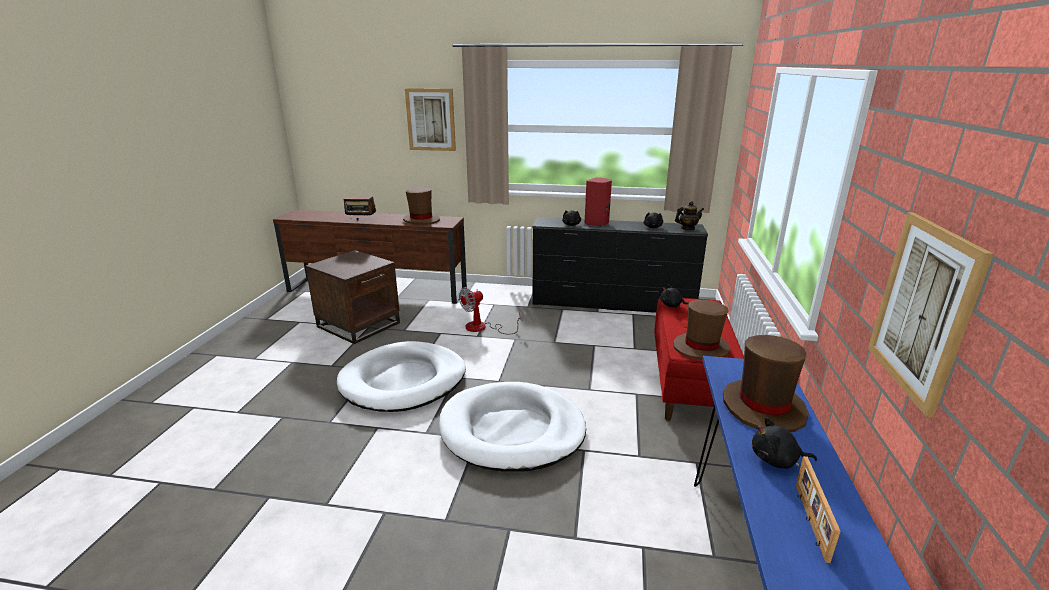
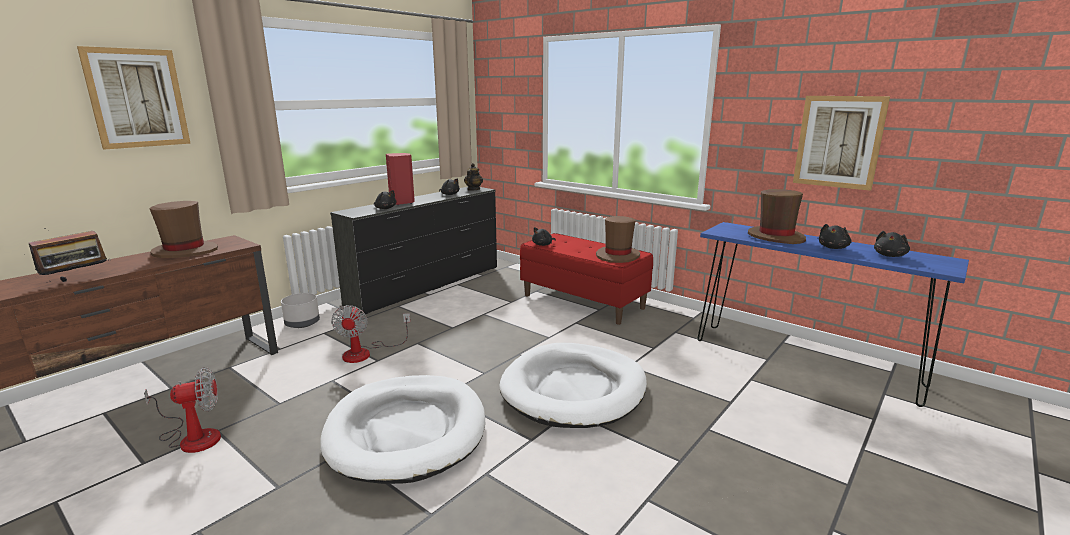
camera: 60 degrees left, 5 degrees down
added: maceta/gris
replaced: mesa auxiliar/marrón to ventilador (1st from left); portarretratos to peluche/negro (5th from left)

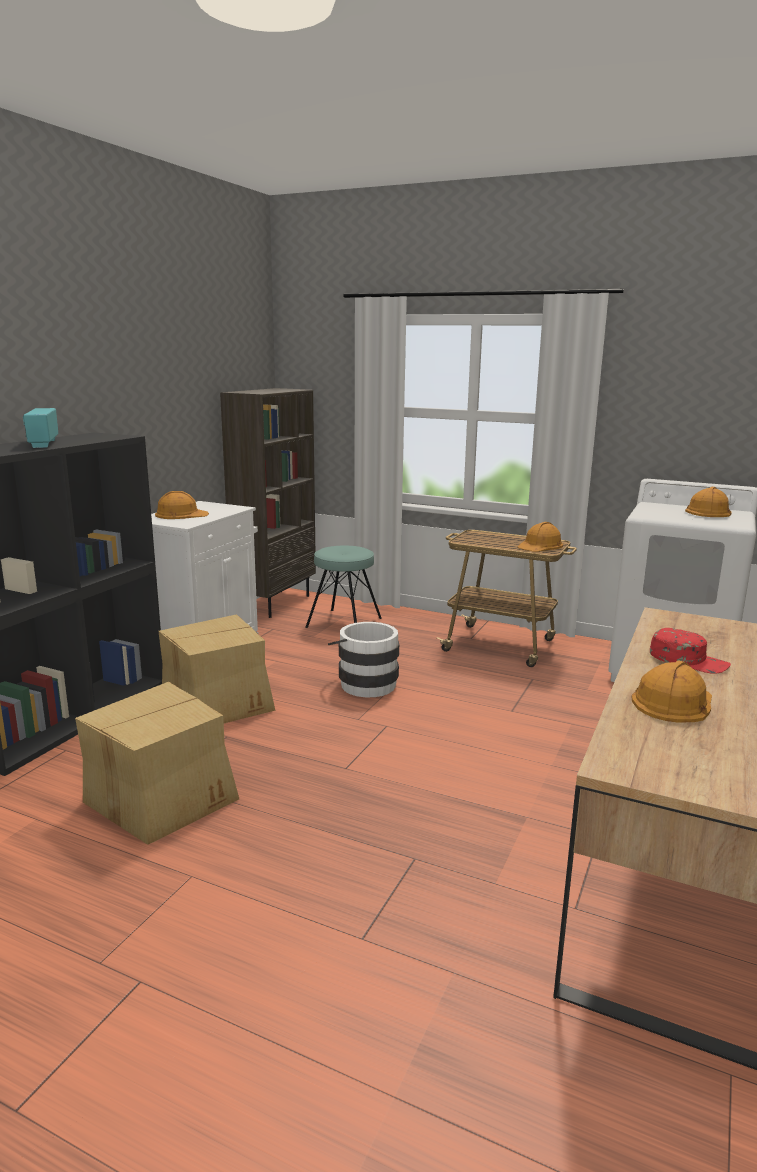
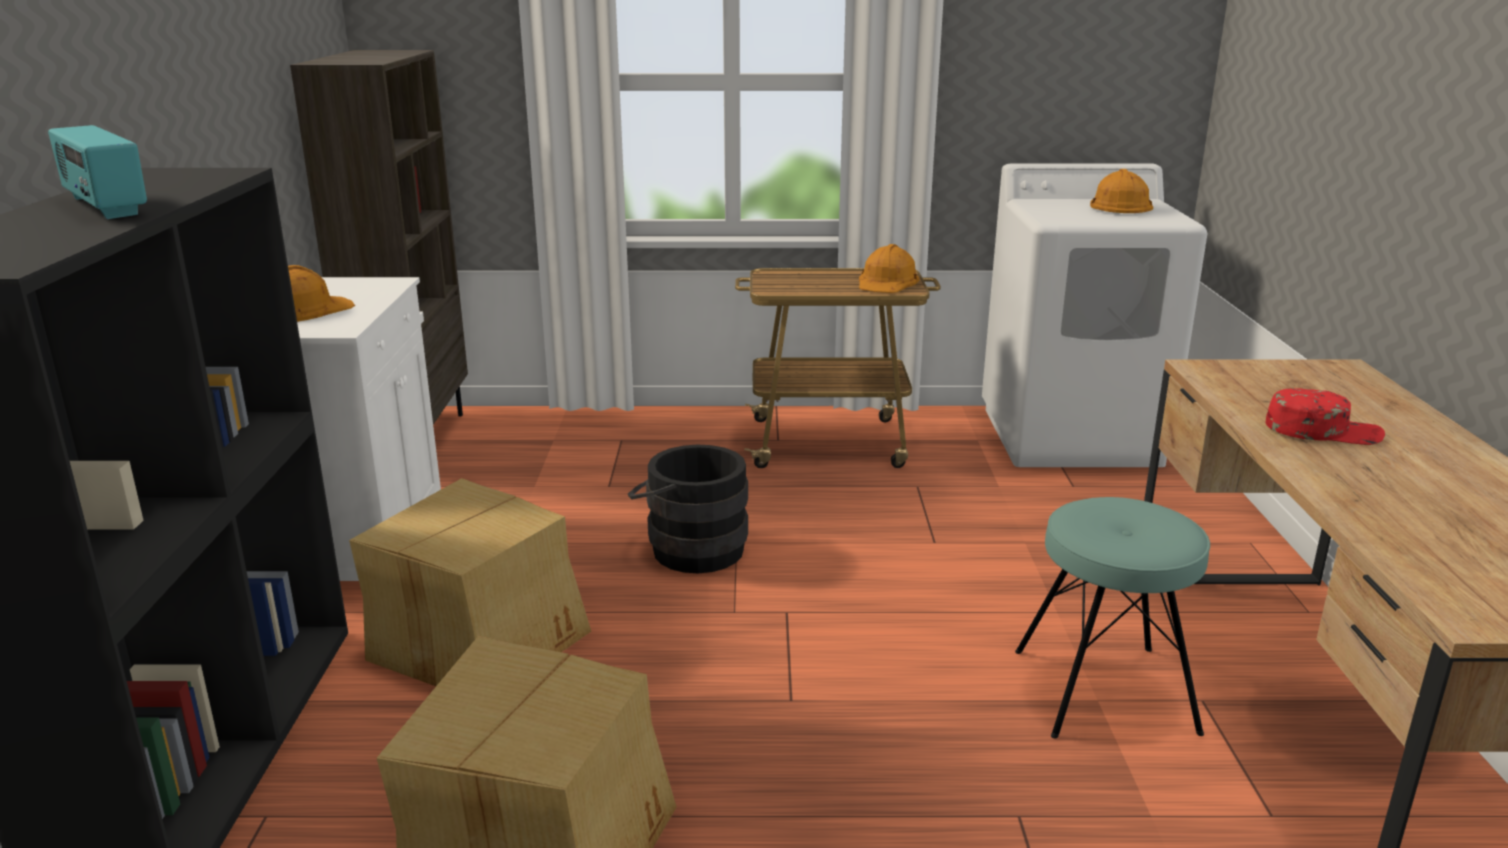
camera: 25 degrees left, 5 degrees up
removed: casco/naranja (3rd from left)
moved: taburete/turquesa
recoloured: cubo/blanco to cubo/negro

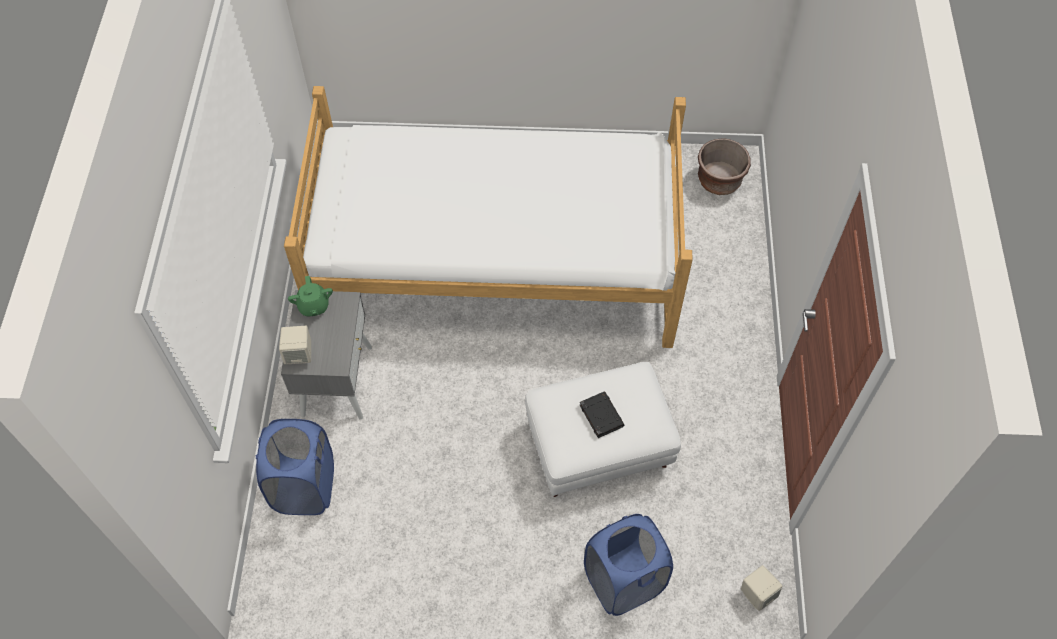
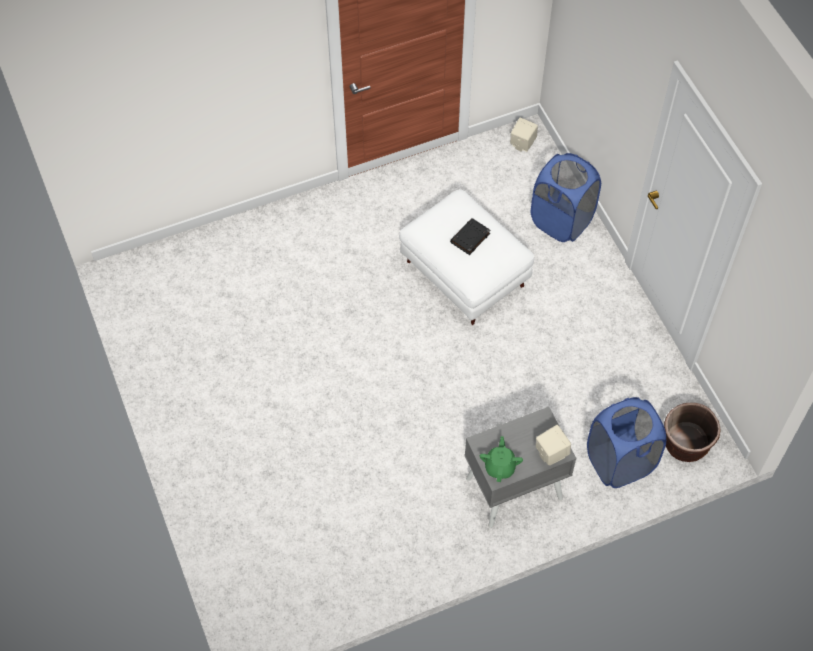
camera: 115 degrees left, 0 degrees up
removed: cama
moved: maceta/marrón
turned: tetera/verde 45 degrees counterclockwise

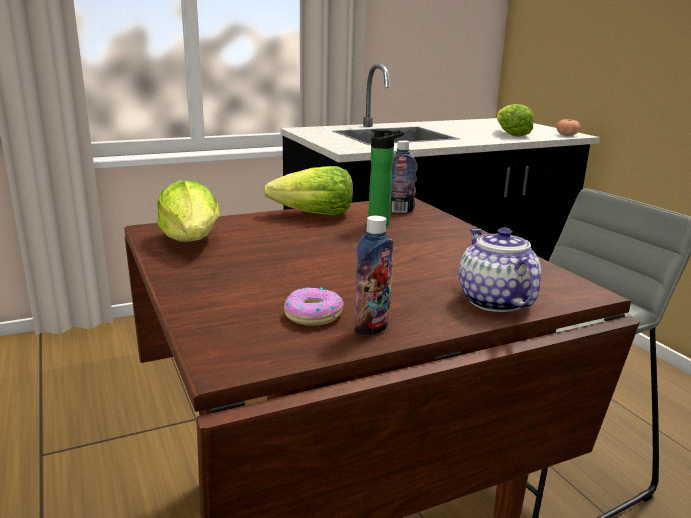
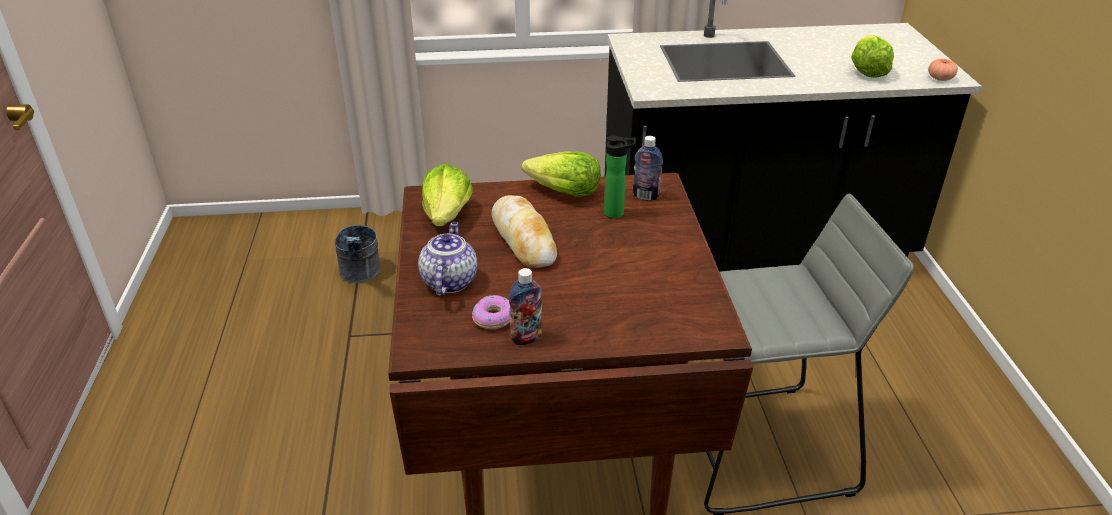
camera: 20 degrees right, 15 degrees up
added: cubo/gris; pan
moved: tetera

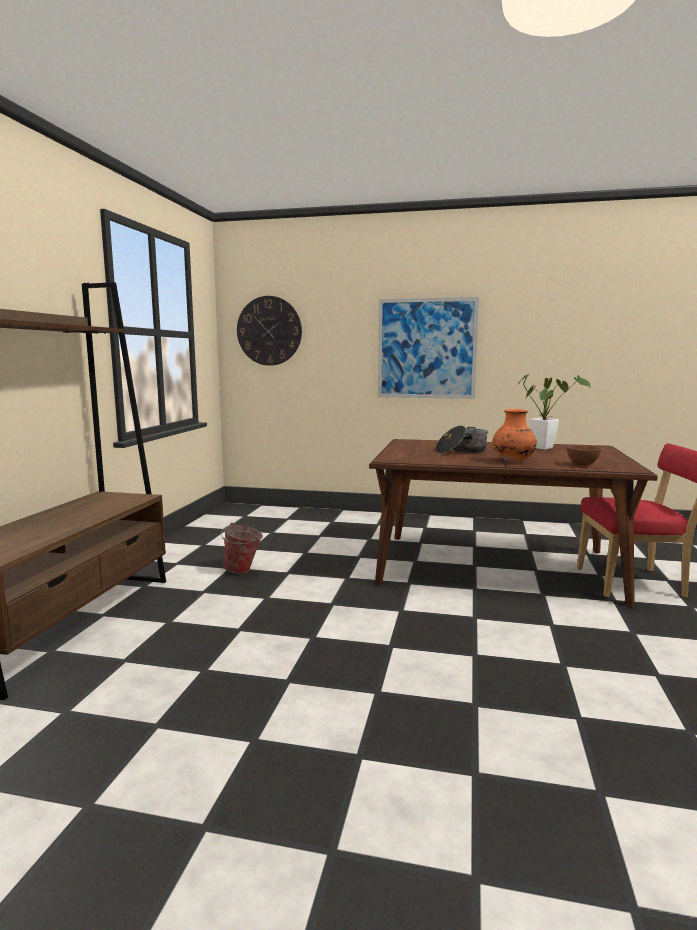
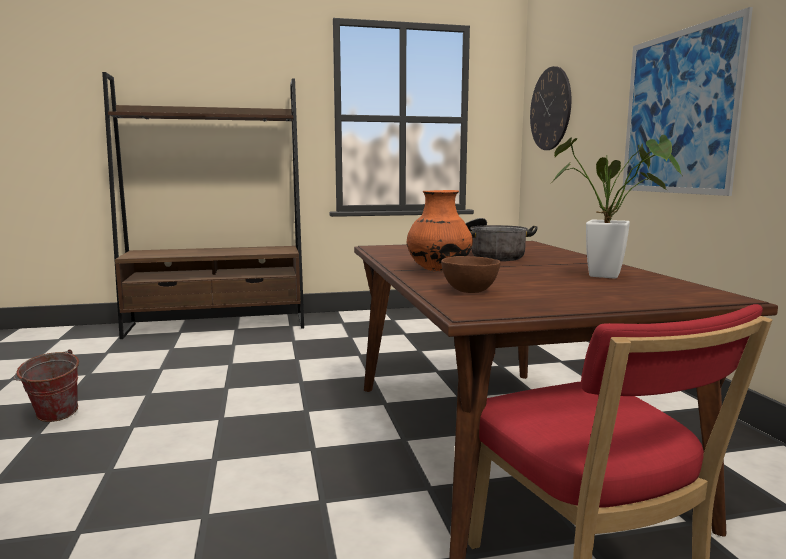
camera: 65 degrees right, 0 degrees up
moved: cubo

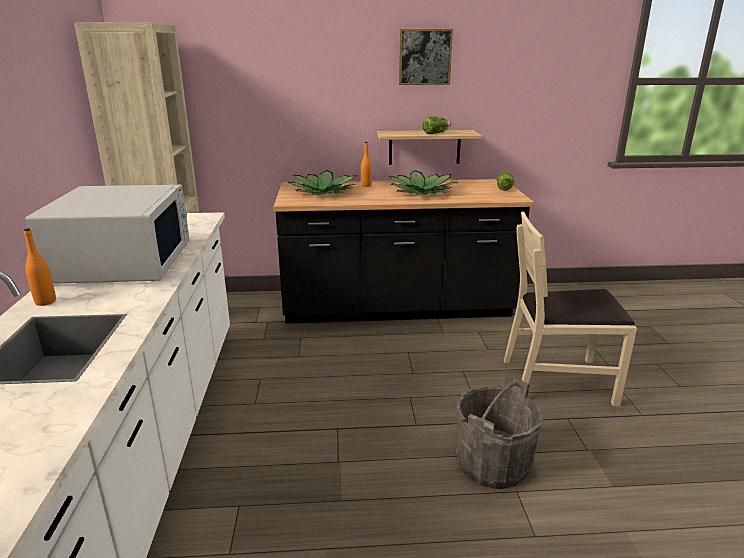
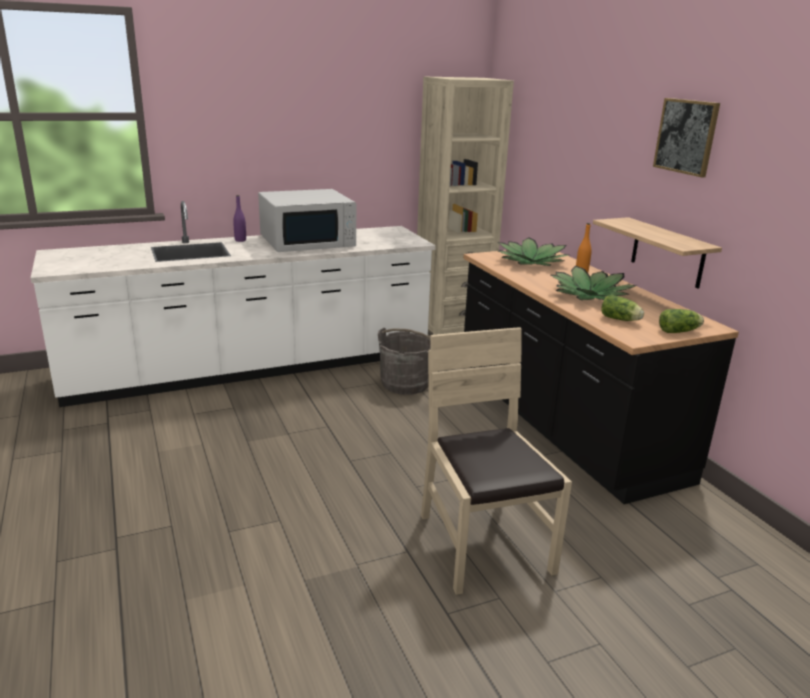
camera: 70 degrees right, 0 degrees up
moved: lechuga (1st from left); cubo/gris
recoloured: botella/naranja (1st from left) to botella/morado

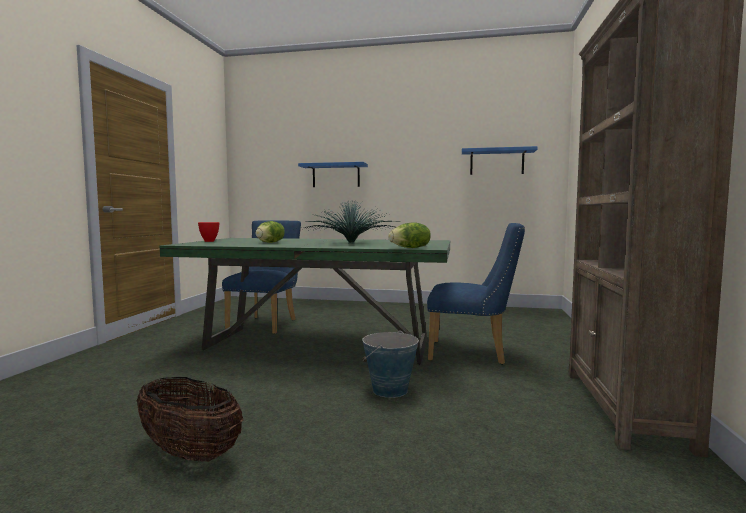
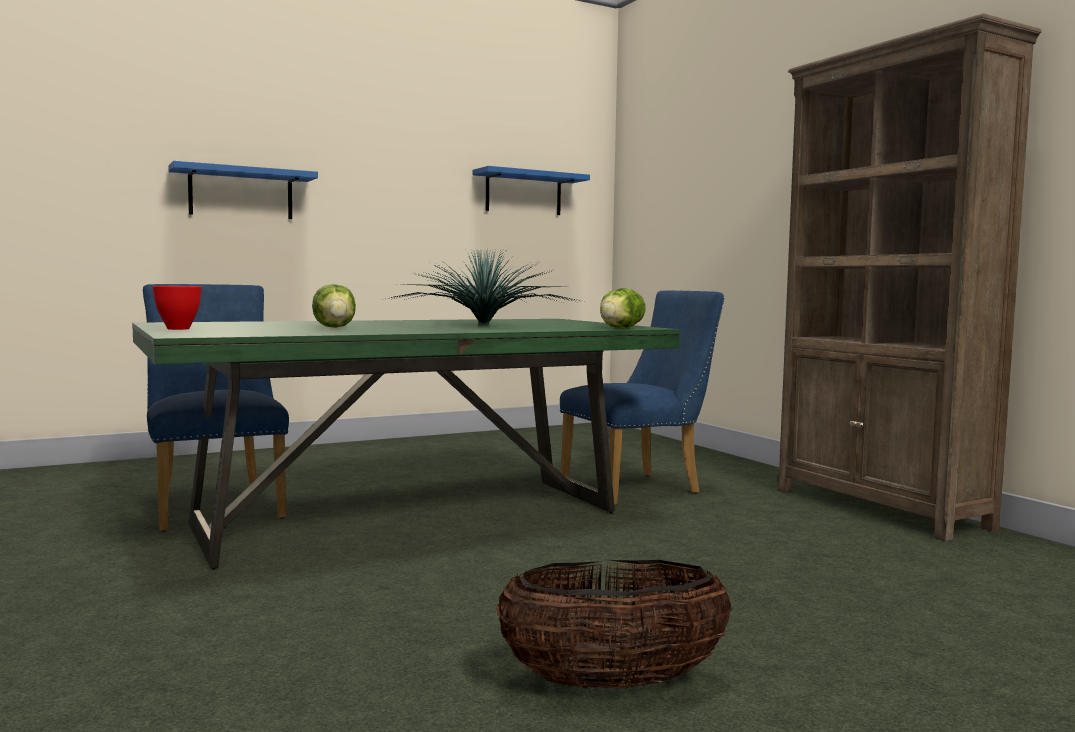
camera: 40 degrees left, 0 degrees up
removed: cubo

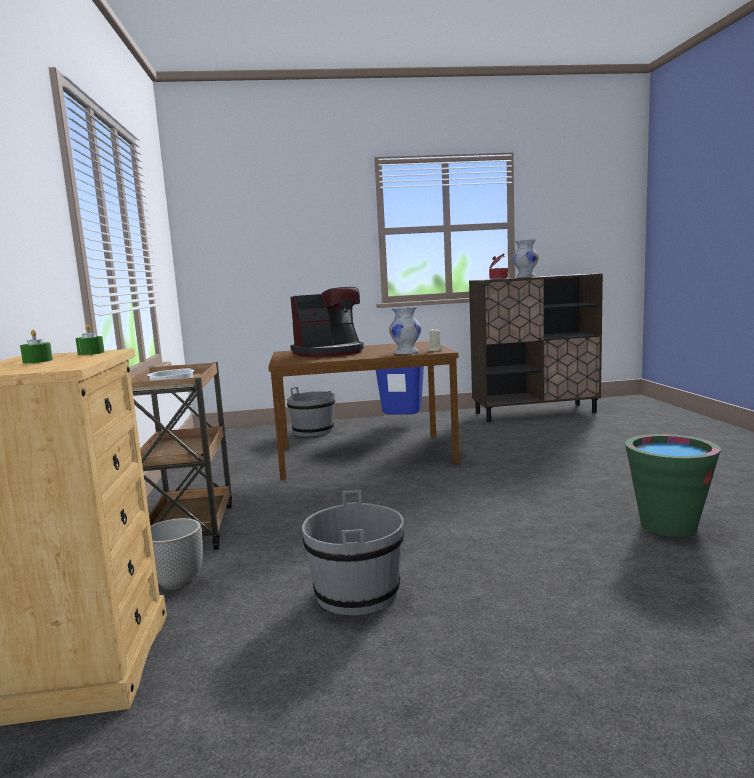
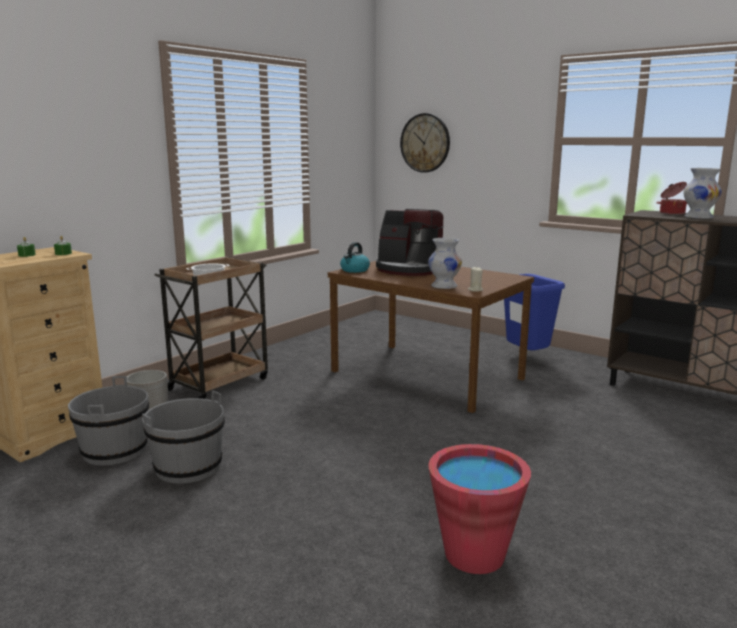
camera: 45 degrees right, 5 degrees up
added: hervidor; reloj de pared
moved: cubo/gris (1st from left)
recoloured: cubo/verde to cubo/rojo

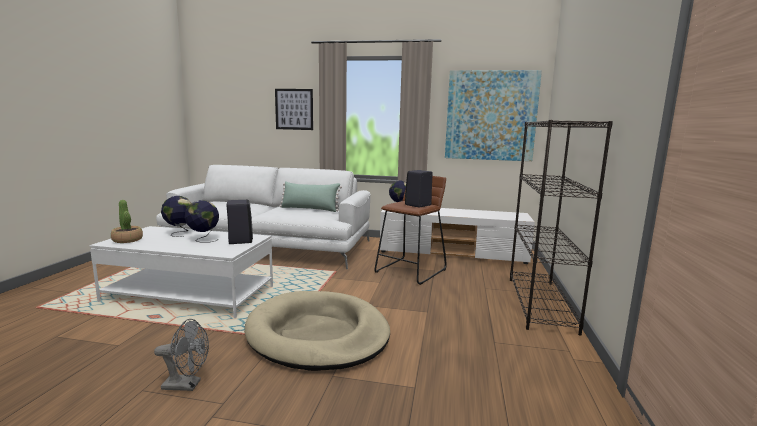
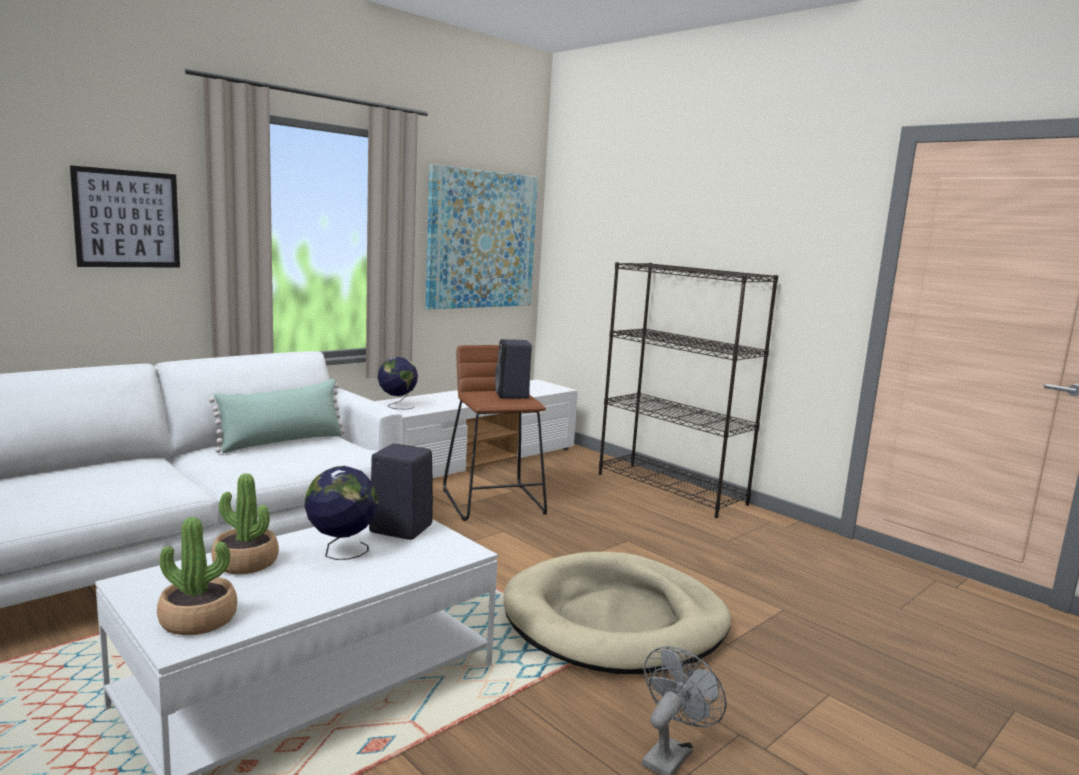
camera: 55 degrees left, 0 degrees up
replaced: globo terráqueo (1st from left) to planta en maceta (2nd from left)

